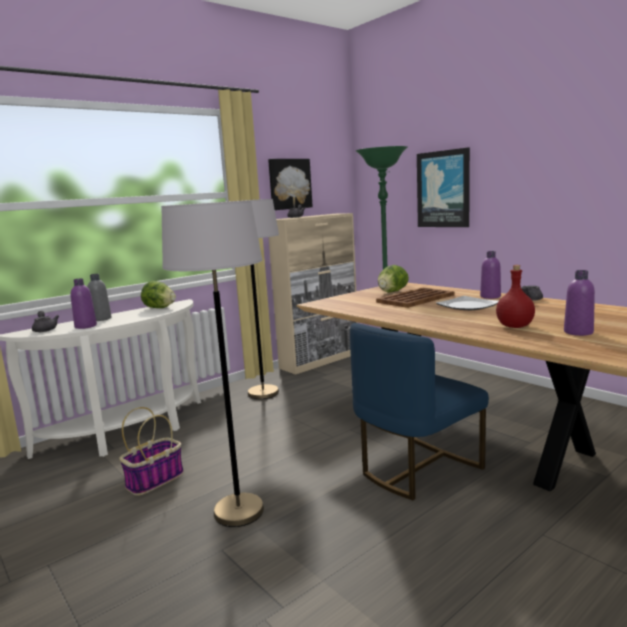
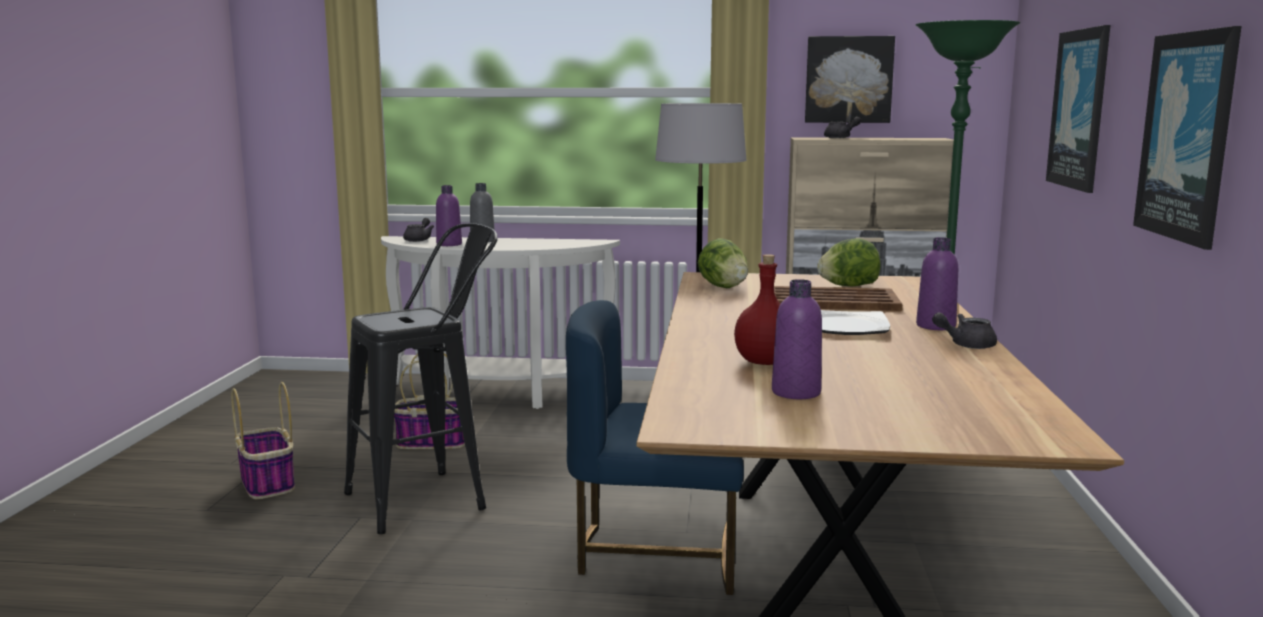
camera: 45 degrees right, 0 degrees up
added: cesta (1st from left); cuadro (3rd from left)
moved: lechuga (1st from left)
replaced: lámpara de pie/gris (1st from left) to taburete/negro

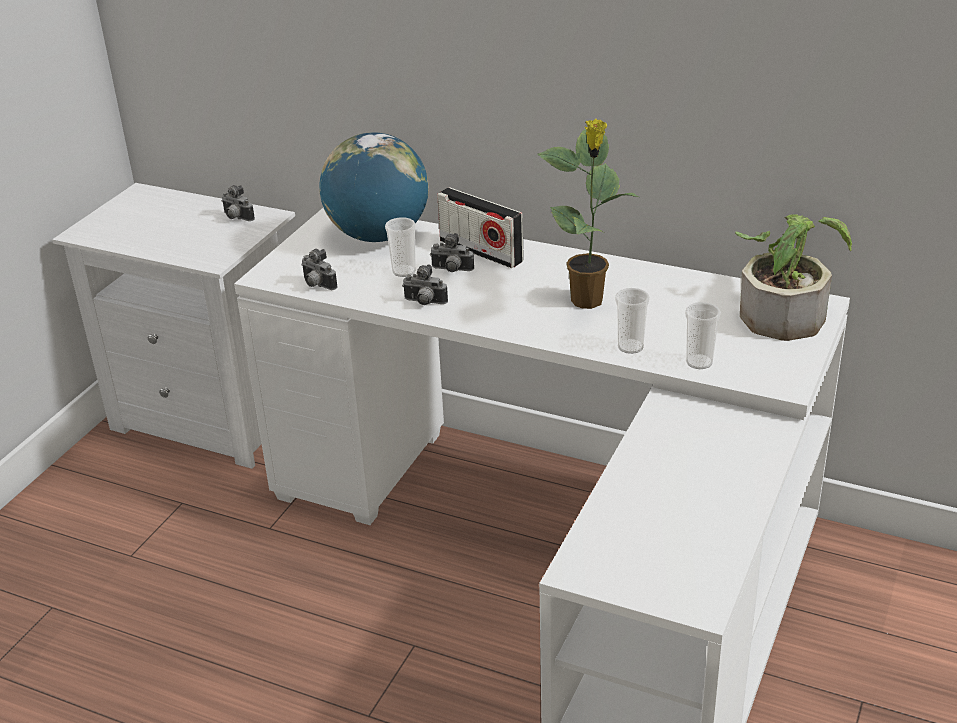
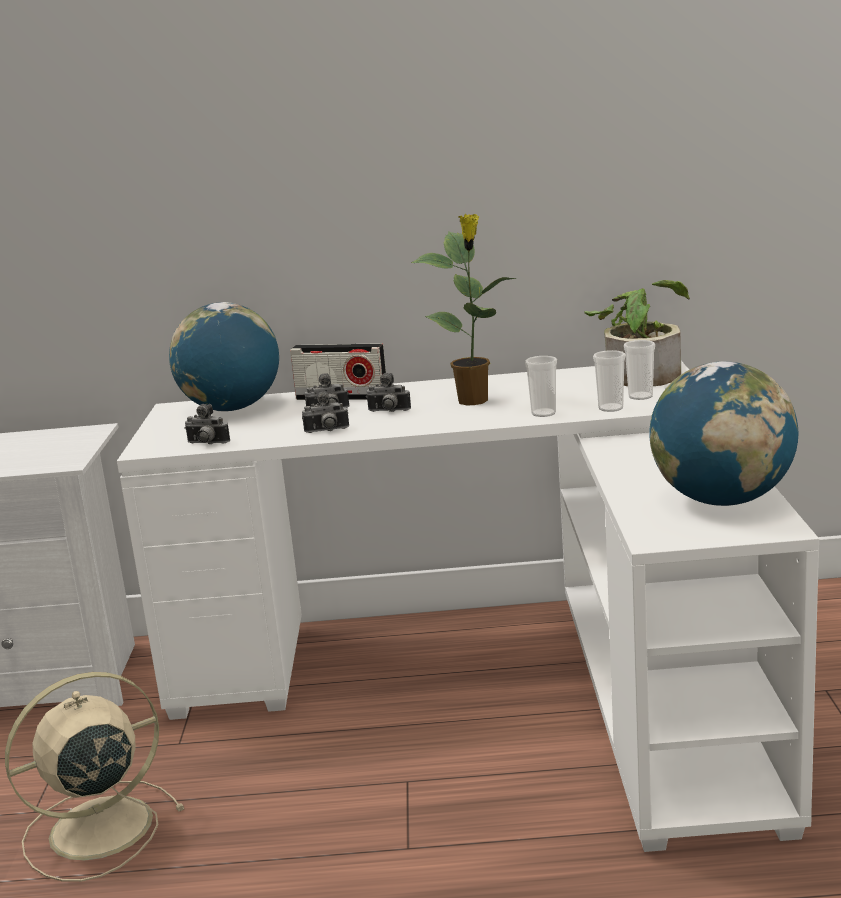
camera: 25 degrees left, 15 degrees down
added: ventilador/beis; globo terráqueo (2nd from left)
moved: cámara (1st from left in the first image) to cámara (4th from left); taza (1st from left in the first image) to taza (3rd from left)

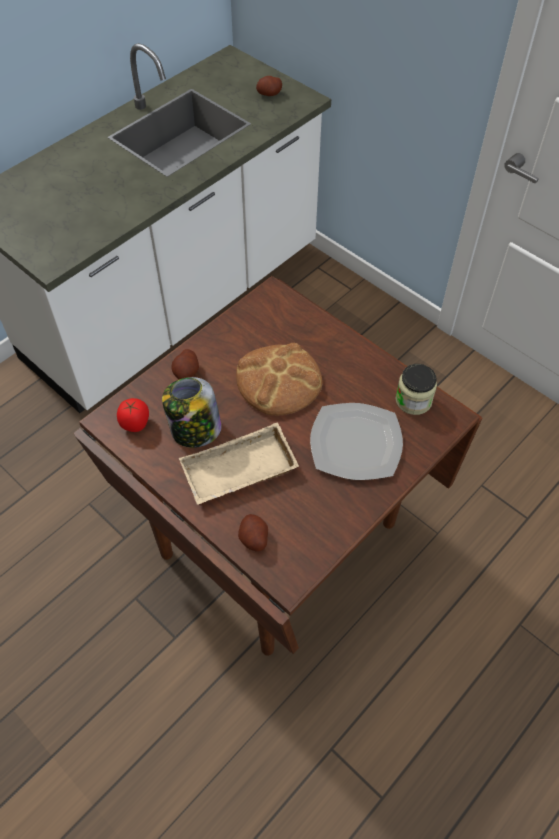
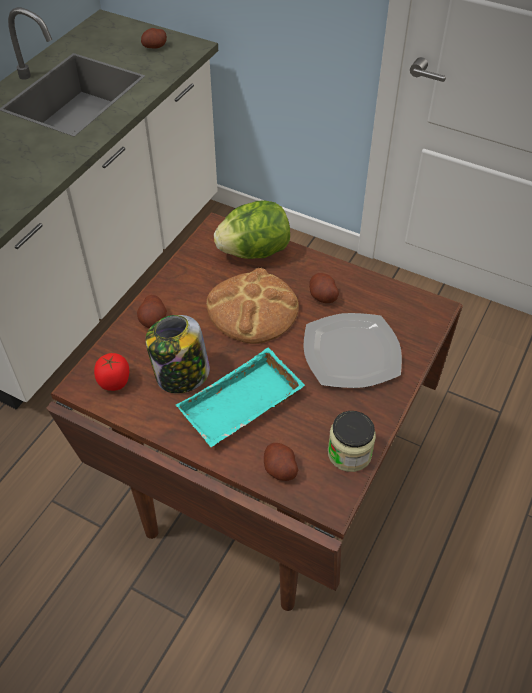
camera: 15 degrees left, 5 degrees down
added: lechuga; patata (4th from left)
moved: tarro (2nd from left)
recoloured: bandeja/beis to bandeja/turquesa

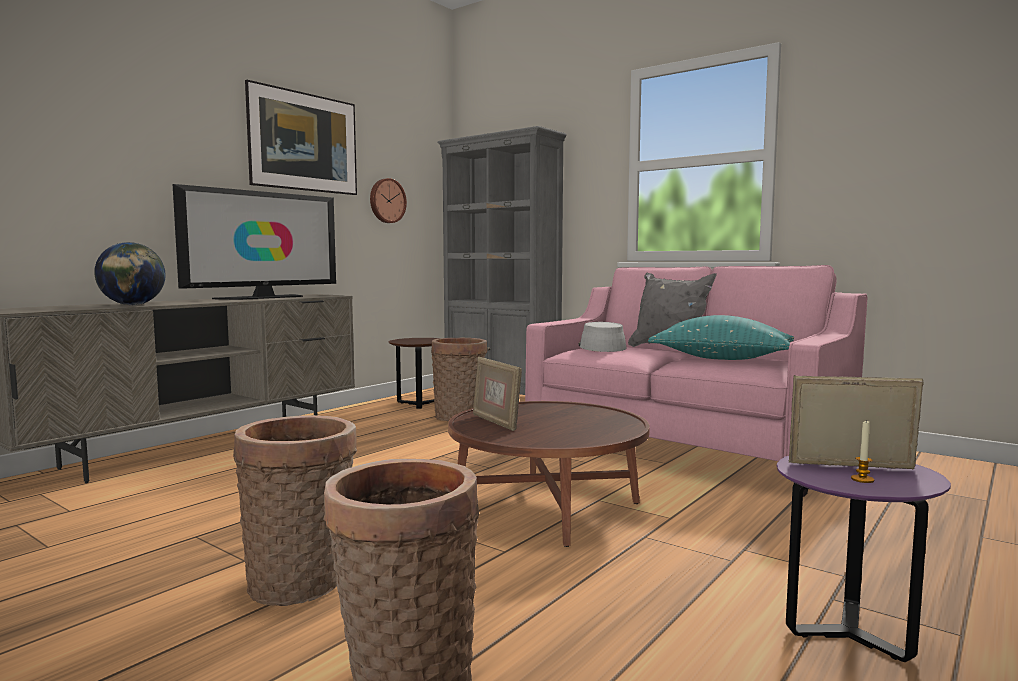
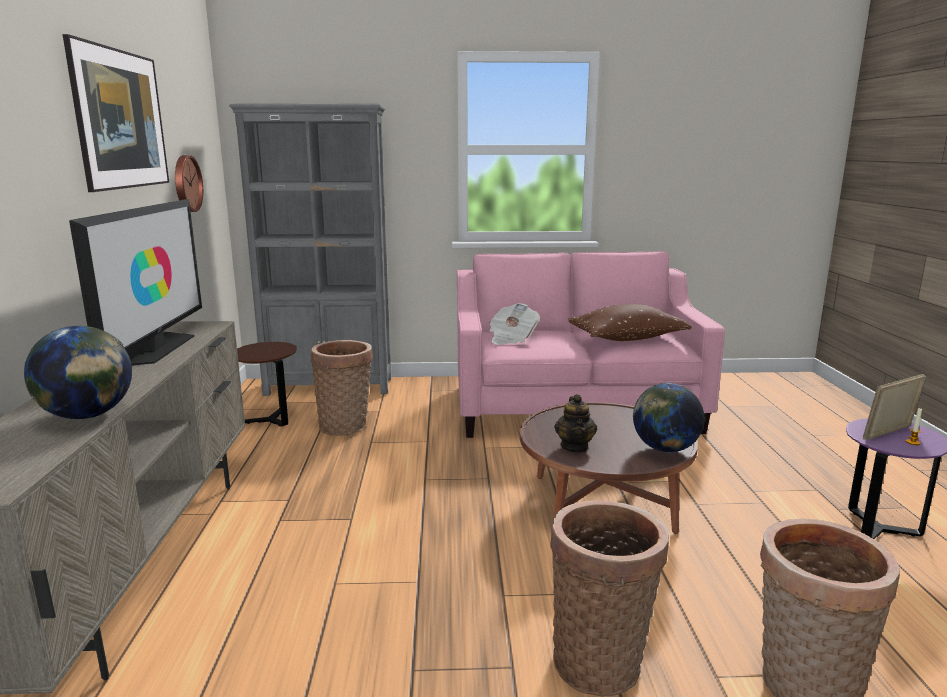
camera: 40 degrees left, 10 degrees up
removed: cojín/gris
added: globo terráqueo (2nd from left)
replaced: portarretratos (1st from left) to tetera; sombrero/gris to periódico
recoloured: cojín/turquesa to cojín/marrón

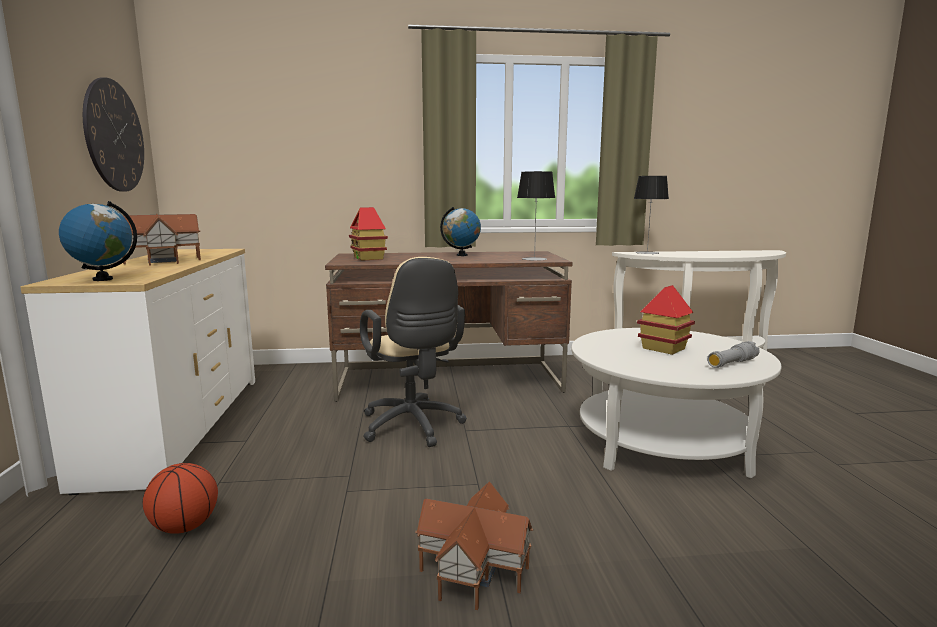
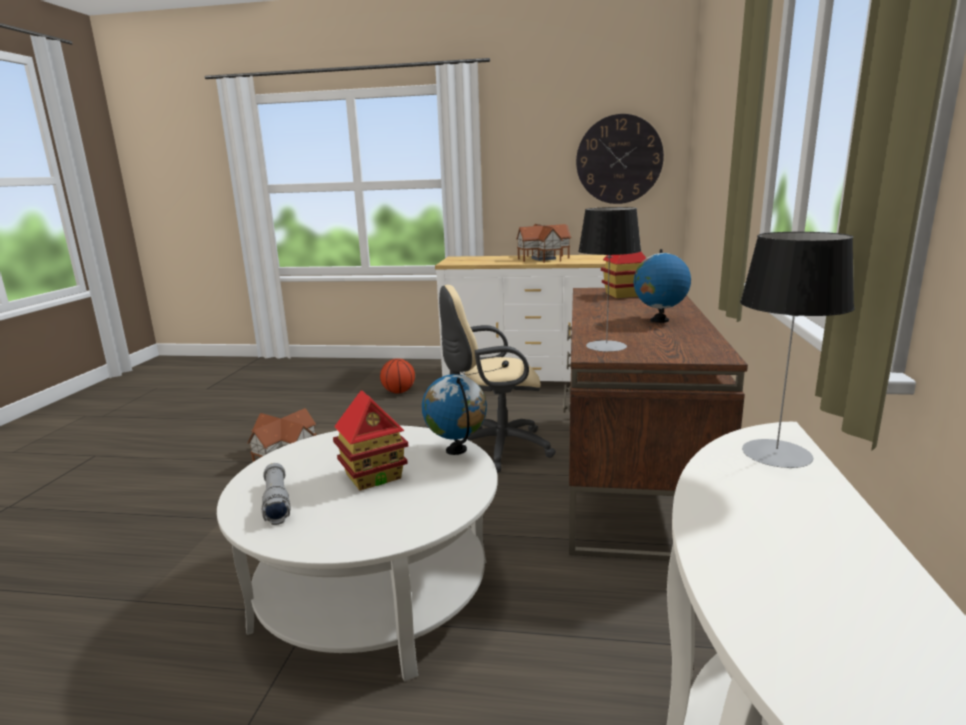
camera: 105 degrees right, 5 degrees up
moved: globo terráqueo (1st from left)

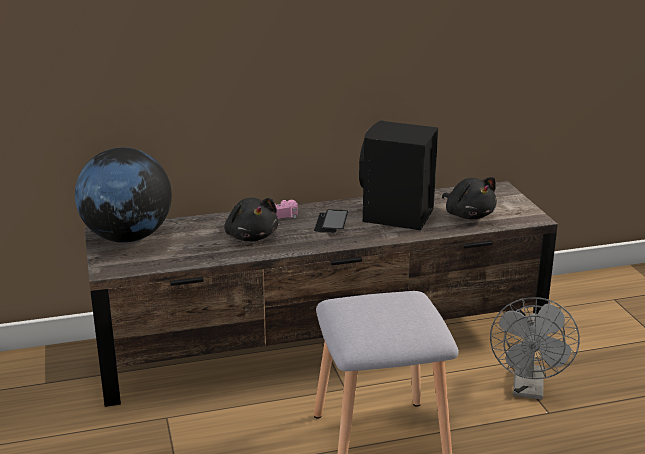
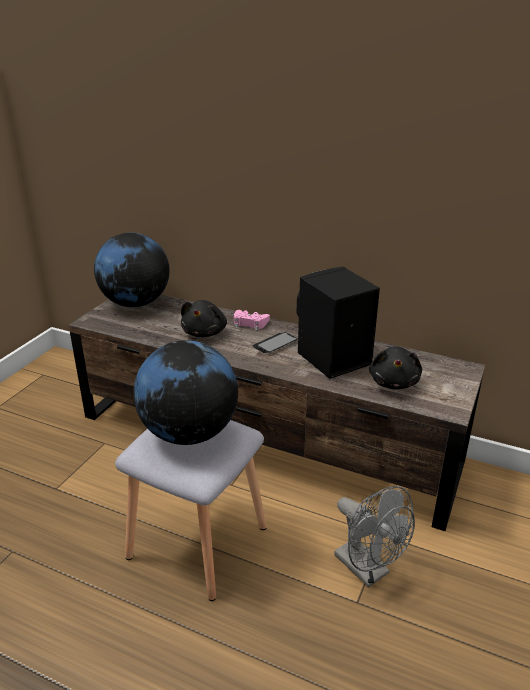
camera: 40 degrees right, 5 degrees up
added: globo terráqueo (2nd from left)
turned: ventilador/gris 90 degrees counterclockwise

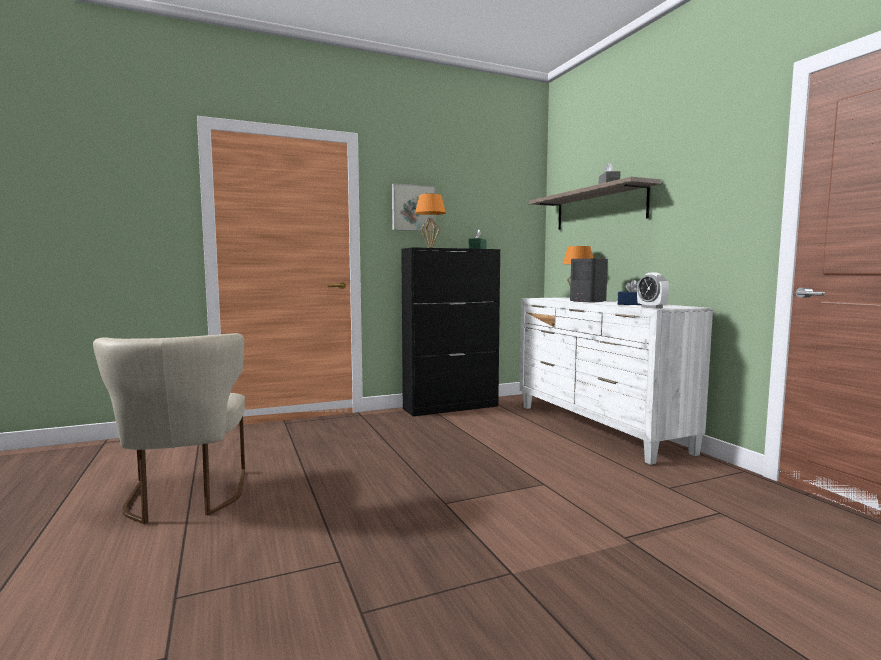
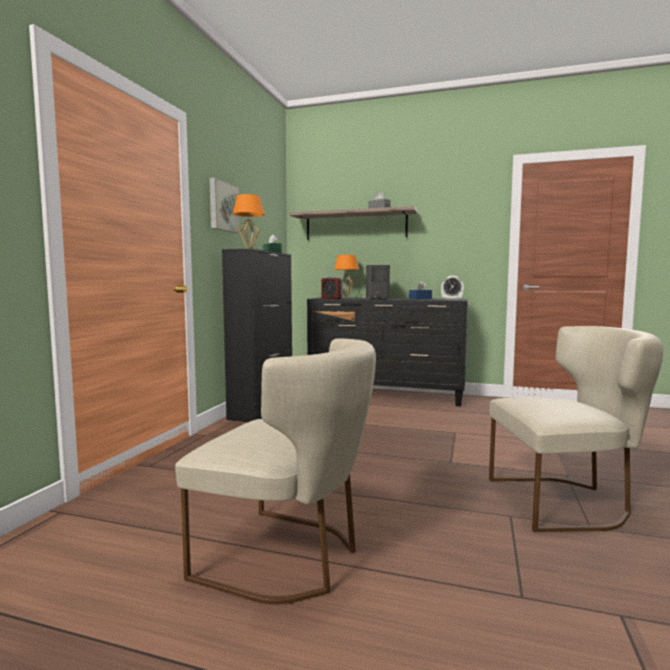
camera: 50 degrees left, 0 degrees up
added: despertador (1st from left); silla/beis (2nd from left)
recoloured: cómoda/blanco to cómoda/negro

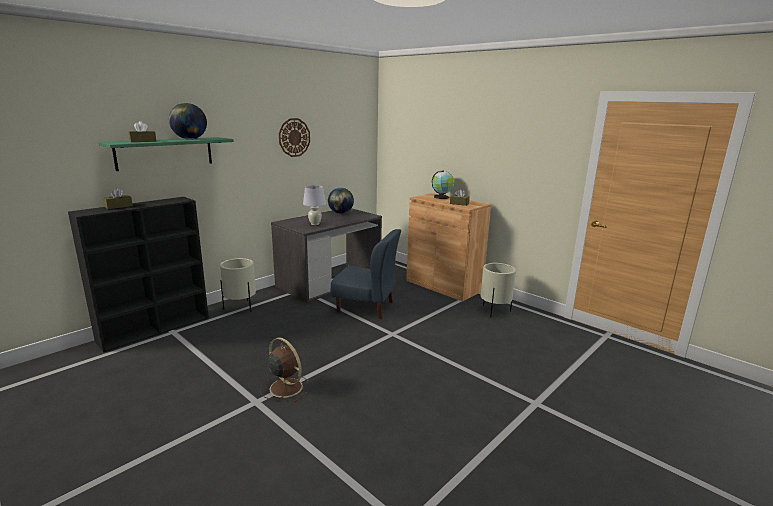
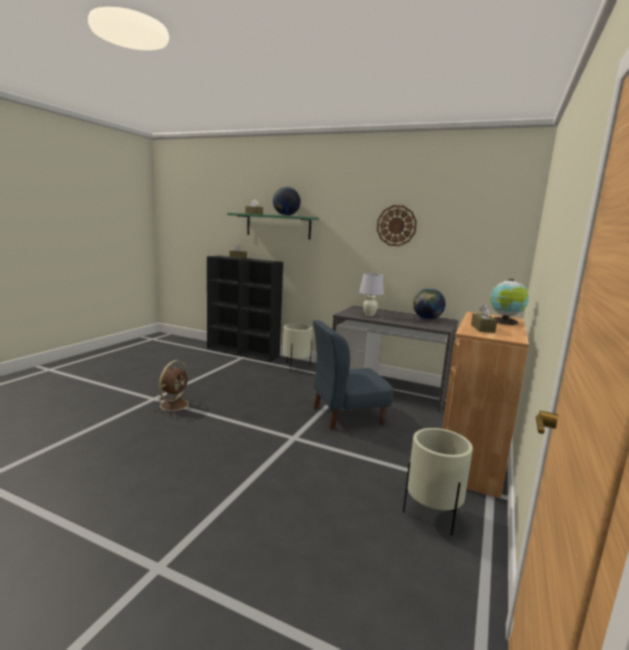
camera: 70 degrees right, 5 degrees down
turned: silla/azul 75 degrees clockwise

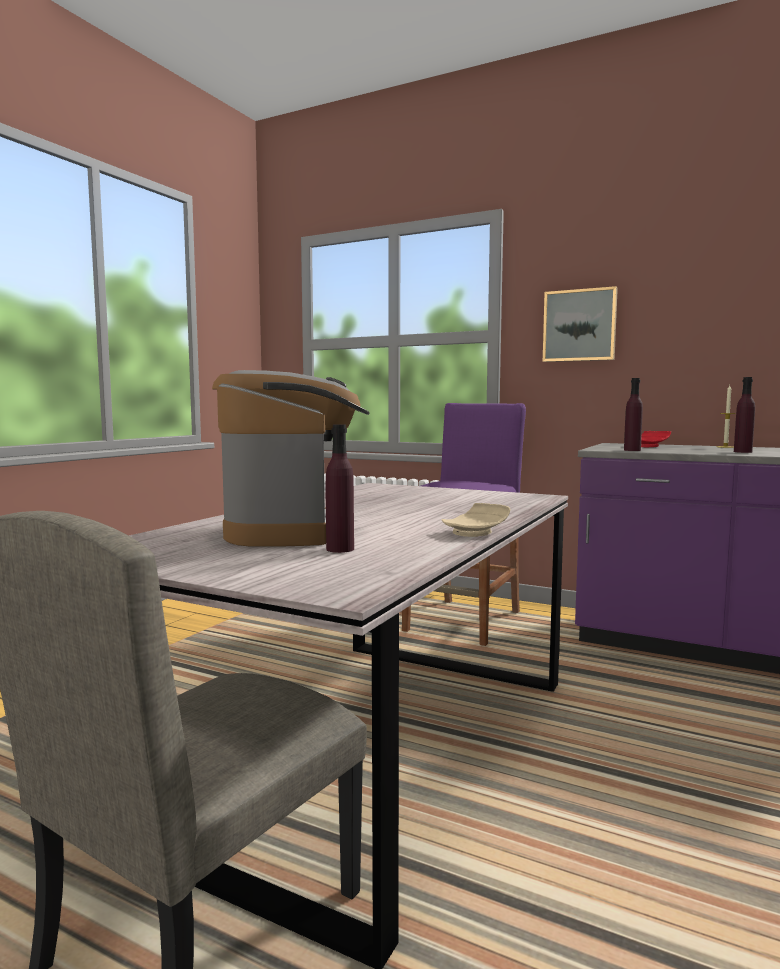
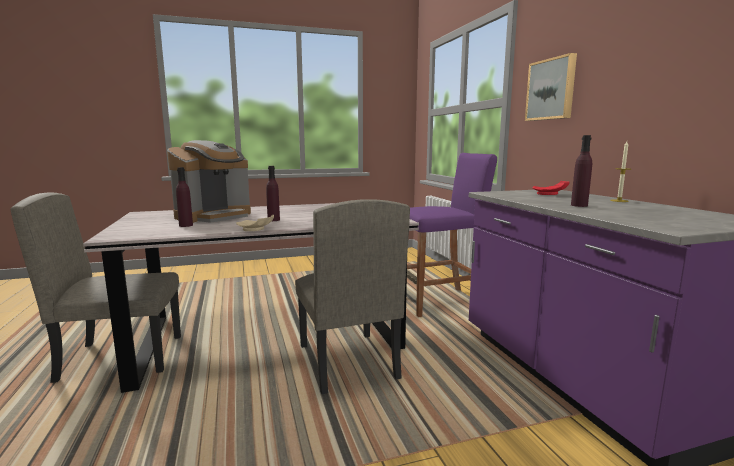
camera: 45 degrees right, 5 degrees up
added: silla/beis (2nd from left)
moved: botella/morado (2nd from left)

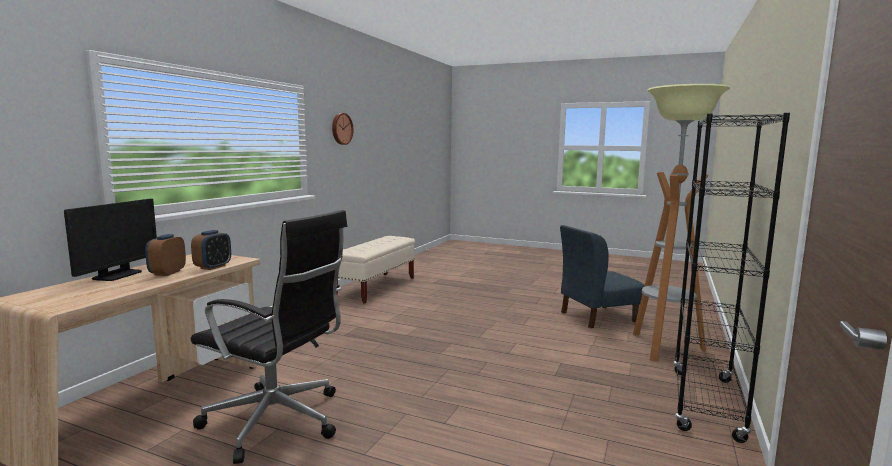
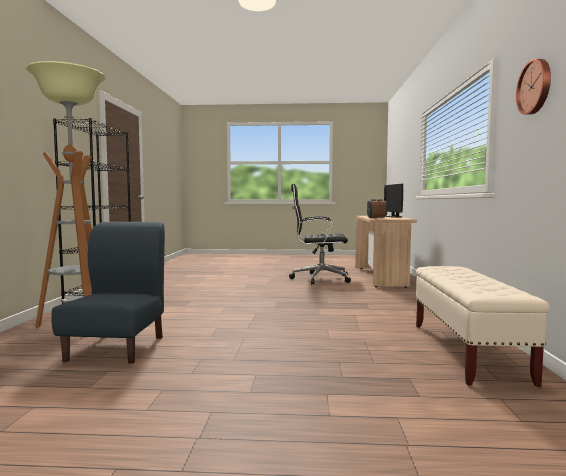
camera: 160 degrees right, 5 degrees down
turned: silla/azul 45 degrees counterclockwise

